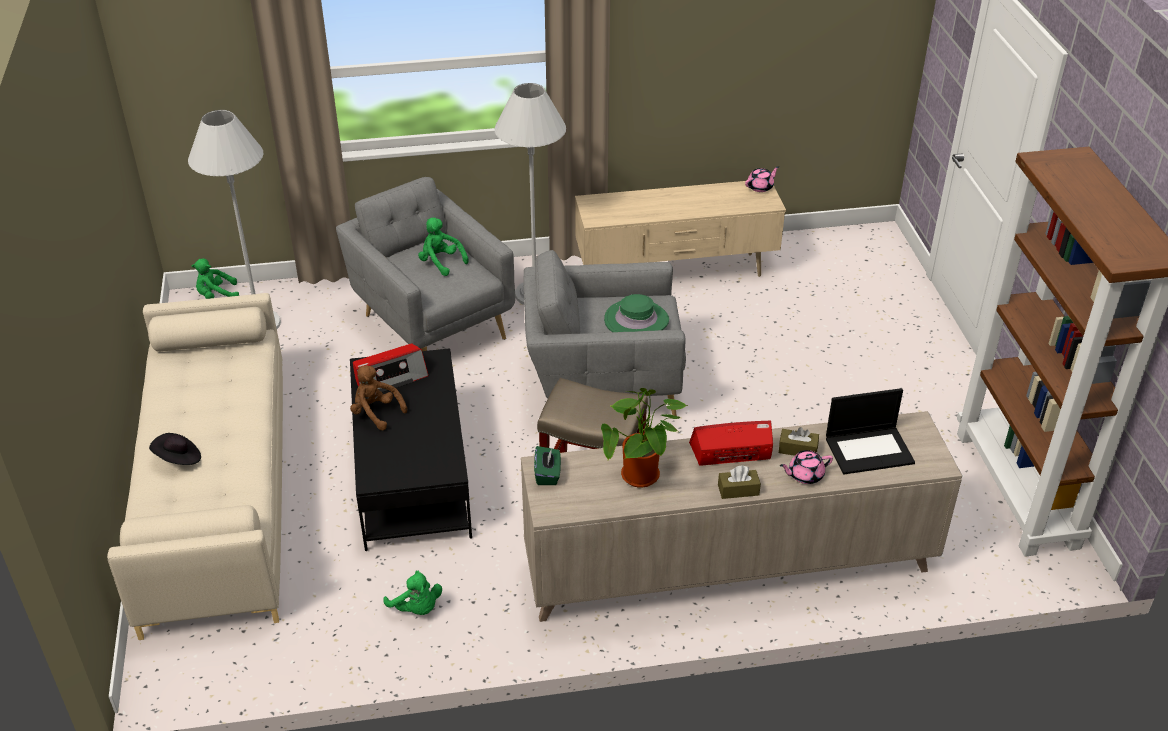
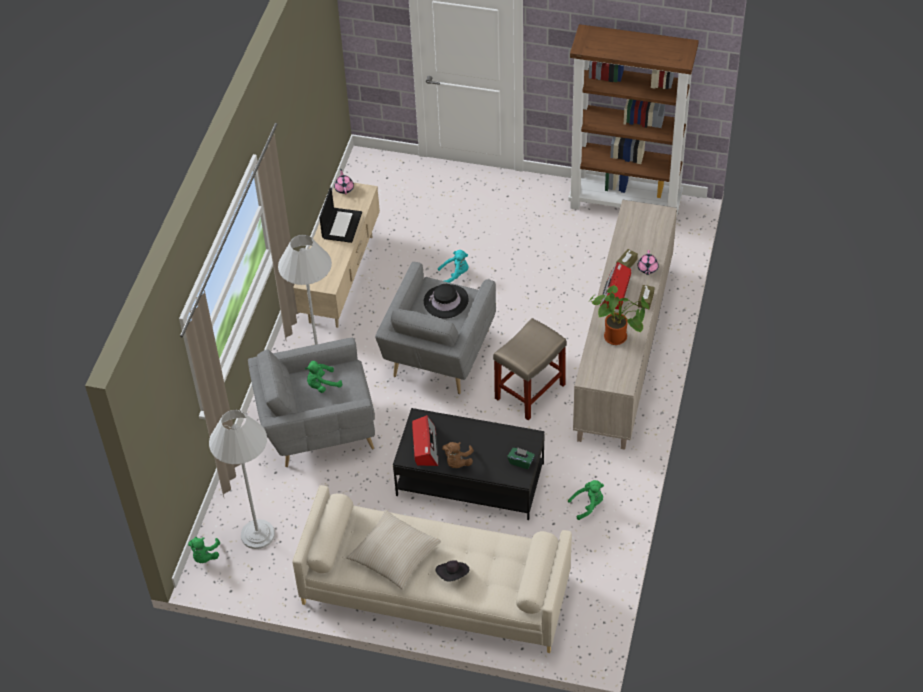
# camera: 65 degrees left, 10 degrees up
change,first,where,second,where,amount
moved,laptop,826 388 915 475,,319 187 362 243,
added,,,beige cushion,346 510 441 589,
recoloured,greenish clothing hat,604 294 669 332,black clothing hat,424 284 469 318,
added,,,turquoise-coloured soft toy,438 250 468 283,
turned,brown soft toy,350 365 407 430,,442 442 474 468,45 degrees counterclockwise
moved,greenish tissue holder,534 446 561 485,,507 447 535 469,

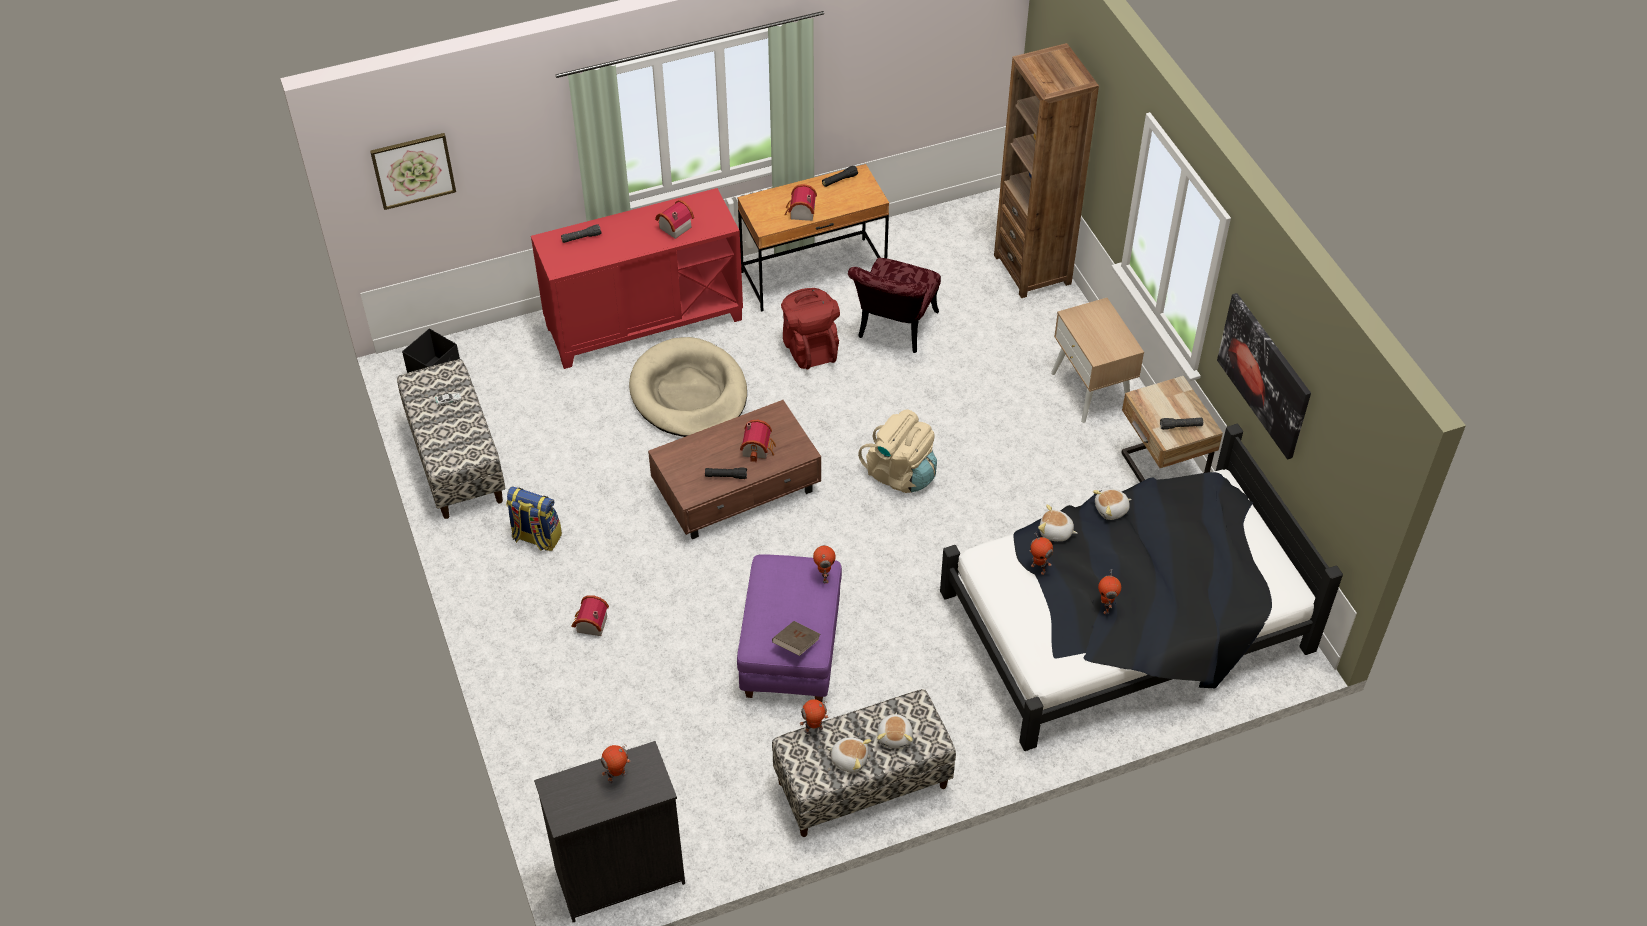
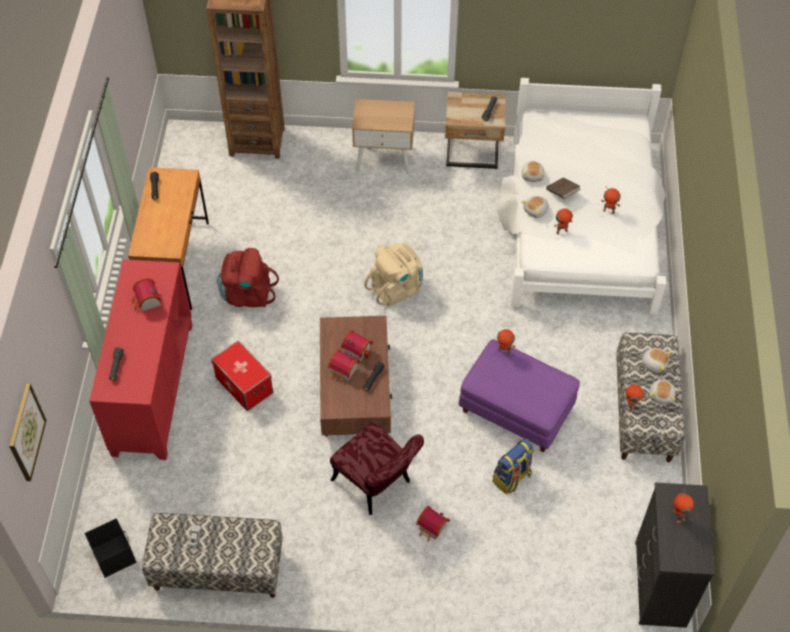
# camera: 65 degrees left, 5 degrees up
change,first,where,second,where,amount
replaced,beige dog cushion,629 337 747 437,storage box,211 341 273 411,
moved,miniature house,785 184 817 221,,328 350 360 384,
moved,red upright chair,848 258 941 353,,330 422 424 515,
moved,knapsack,506 486 562 551,,493 438 534 494,
recoloured,black bed,940 424 1343 751,whitish bed,497 78 666 314,
moved,brown book,772 621 820 656,,546 177 581 199,
turned,soft toy,827 737 871 773,,649 379 676 404,150 degrees clockwise
removed,wall picture,1217 293 1311 460,,,

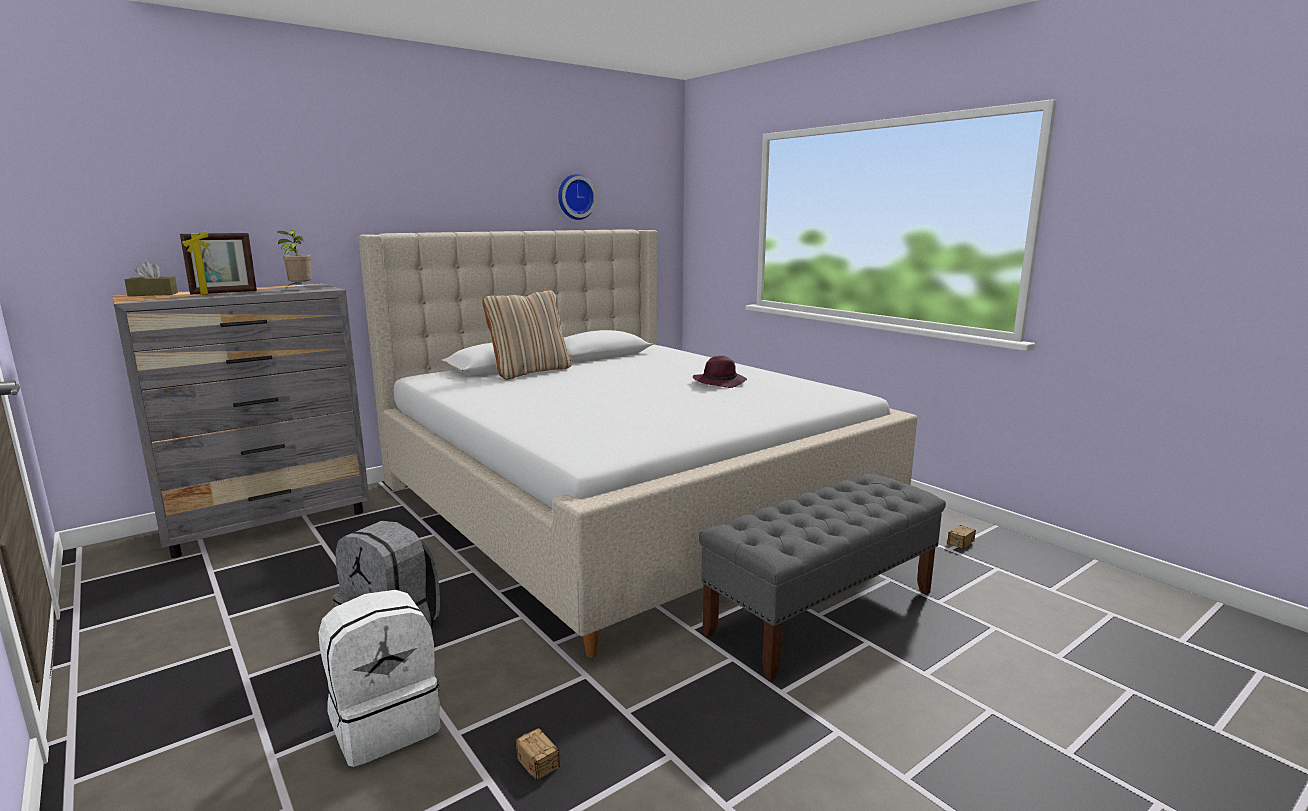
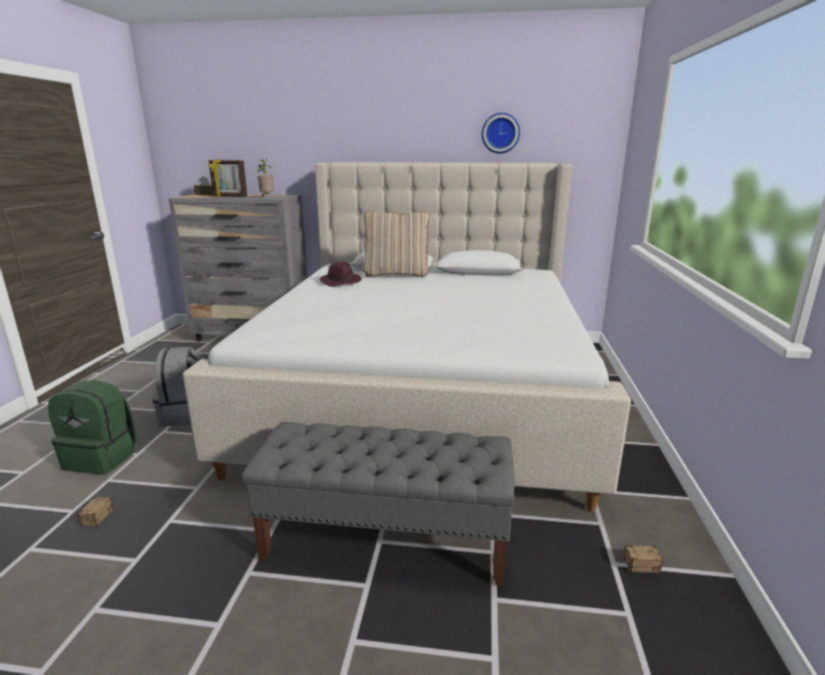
# camera: 45 degrees right, 5 degrees up
change,first,where,second,where,amount
recoloured,whitish knapsack,318 590 440 767,greenish knapsack,48 380 138 474,
moved,purple clothing hat,693 356 747 388,,320 262 362 287,

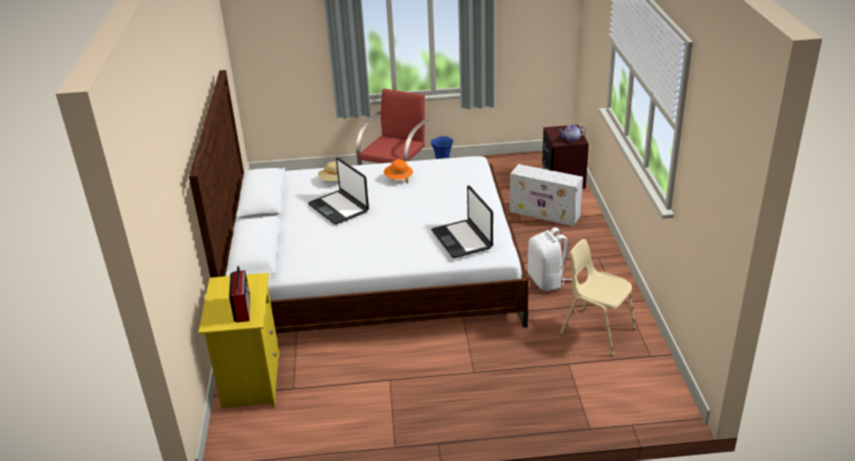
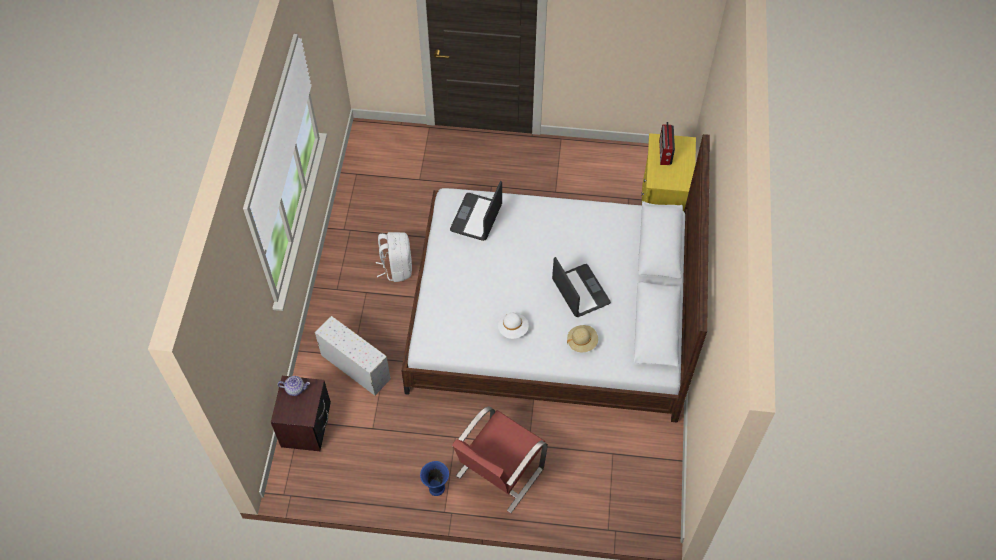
# camera: 170 degrees left, 25 degrees up
change,first,where,second,where,amount
turned,laptop,432 186 493 258,,450 181 502 241,150 degrees counterclockwise
recoloured,orange-coloured clothing hat,384 159 413 184,whitish clothing hat,498 313 529 339,
removed,beige upright chair,560 239 636 356,,,

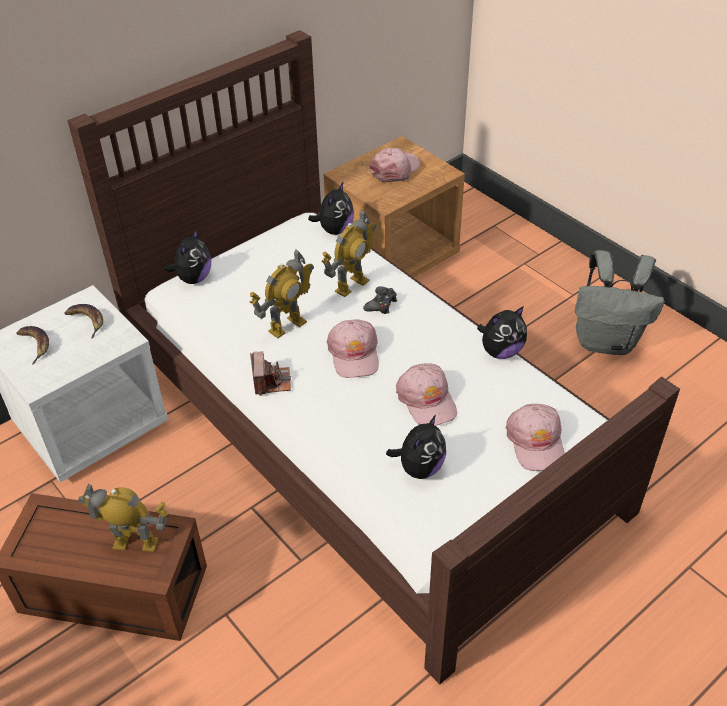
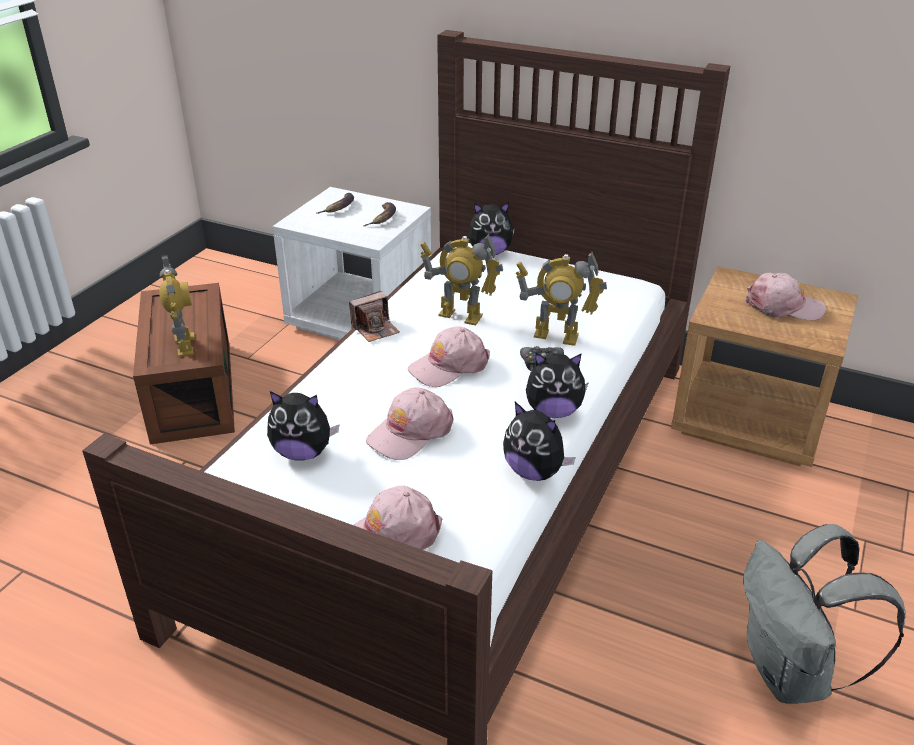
# camera: 65 degrees right, 10 degrees down
change,first,where,second,where,amount
moved,soft toy,308 181 354 235,,526 353 589 418,

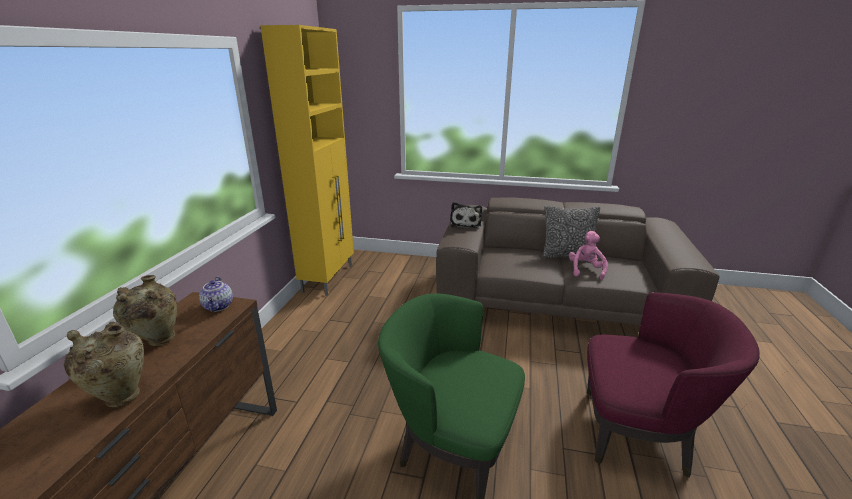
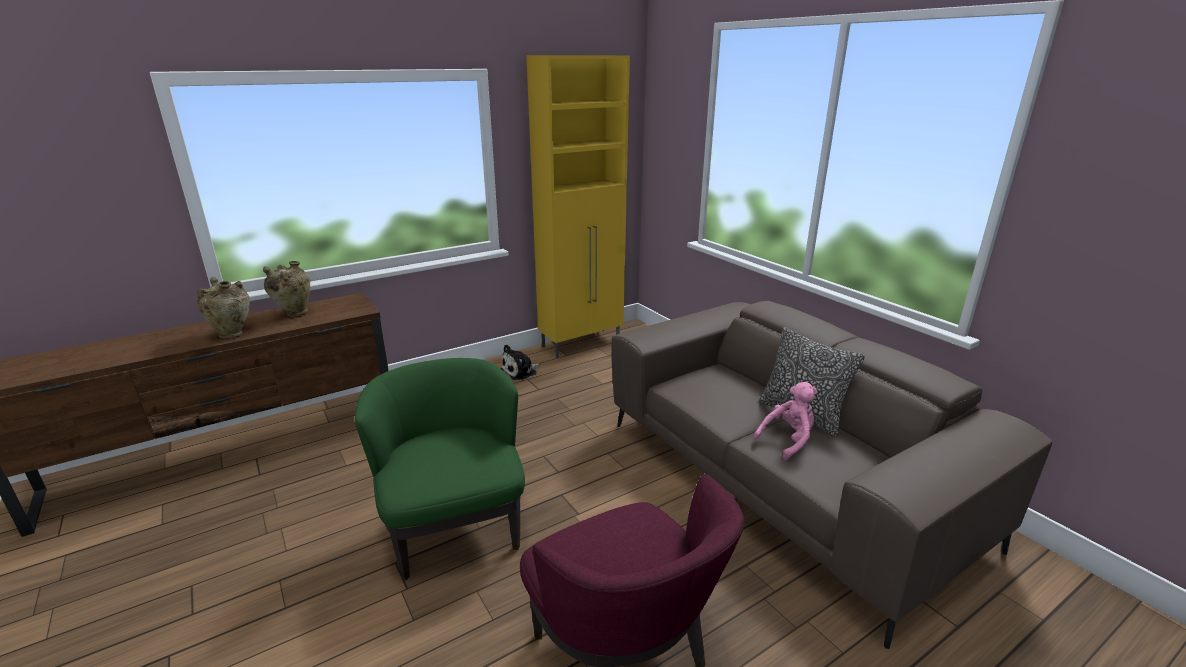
# camera: 45 degrees right, 0 degrees up
change,first,where,second,where,amount
moved,soft toy,450 202 482 228,,501 344 540 380,
removed,pot for tea,199 276 233 312,,,

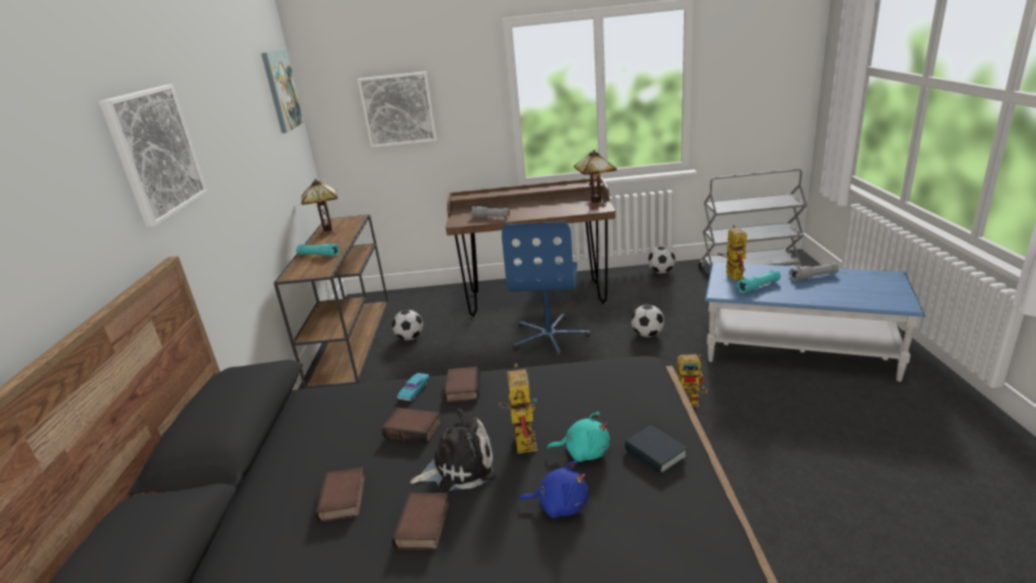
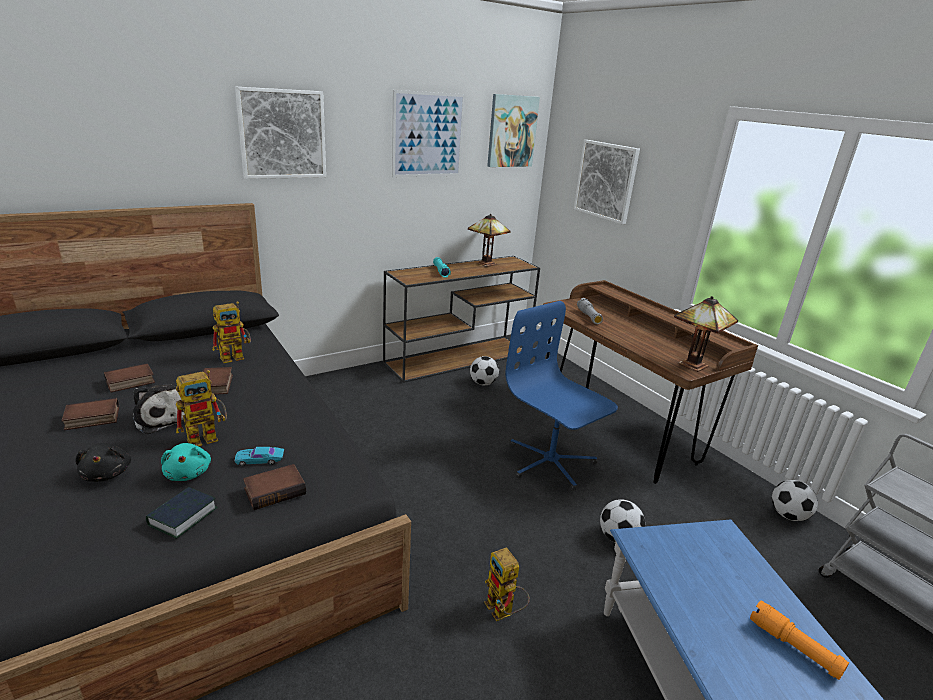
# camera: 55 degrees right, 0 degrees up
change,first,where,second,where,amount
recoloured,bluish soft toy,519 461 589 518,black soft toy,75 443 131 482,
moved,model robot,717 225 747 281,,212 301 251 363,
moved,turquoise-coloured model car,397 373 429 401,,235 447 284 466,
moved,book,445 366 480 403,,243 464 306 510,
added,,,wall picture,392 90 465 177,
turned,bluish computer chair,502 222 590 357,,505 301 618 491,75 degrees clockwise
recoloured,gray torch,789 263 839 281,orange-coloured torch,750 601 849 680,
removed,turquoise-coloured torch,736 270 781 293,,,

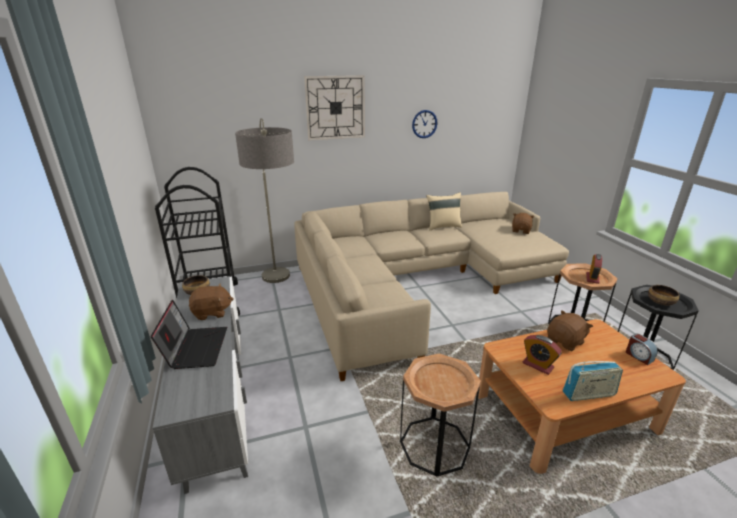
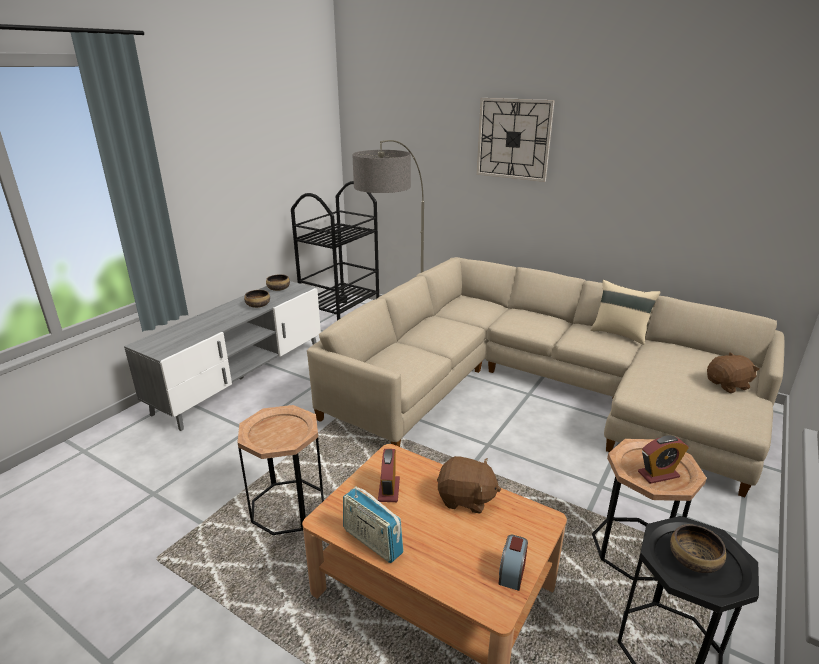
# camera: 50 degrees right, 0 degrees up
change,first,where,second,where,amount
replaced,brown soft toy,189 283 234 320,serving bowl,244 290 270 308,
removed,laptop,151 300 227 369,,,
removed,hanging clock,412 110 437 138,,,

